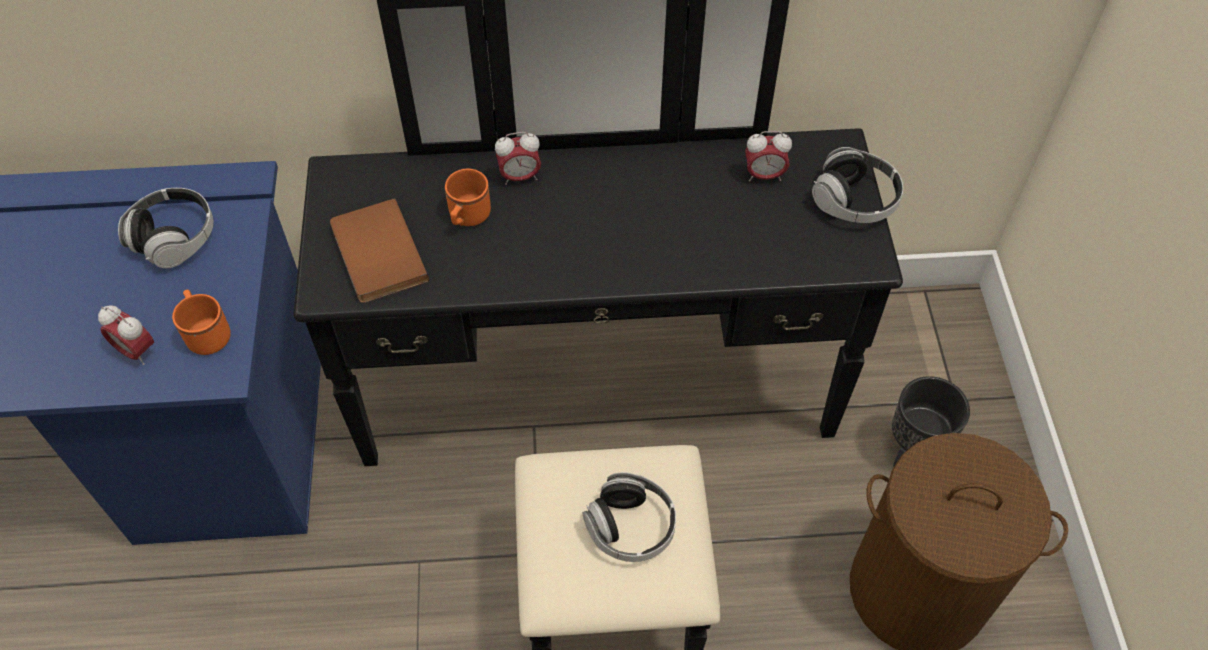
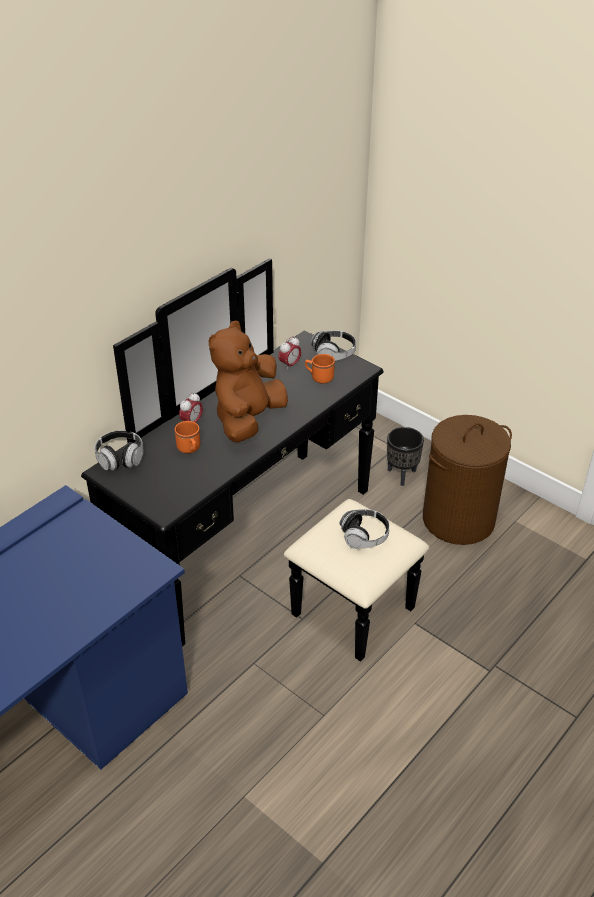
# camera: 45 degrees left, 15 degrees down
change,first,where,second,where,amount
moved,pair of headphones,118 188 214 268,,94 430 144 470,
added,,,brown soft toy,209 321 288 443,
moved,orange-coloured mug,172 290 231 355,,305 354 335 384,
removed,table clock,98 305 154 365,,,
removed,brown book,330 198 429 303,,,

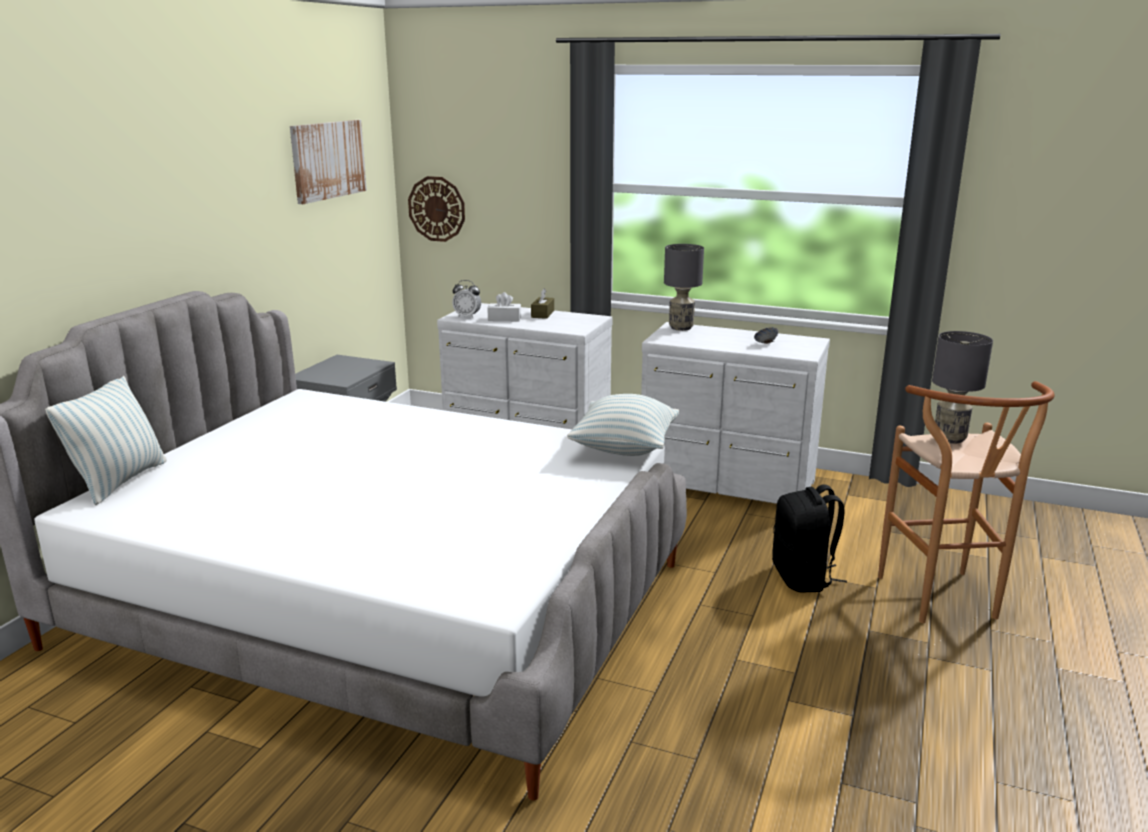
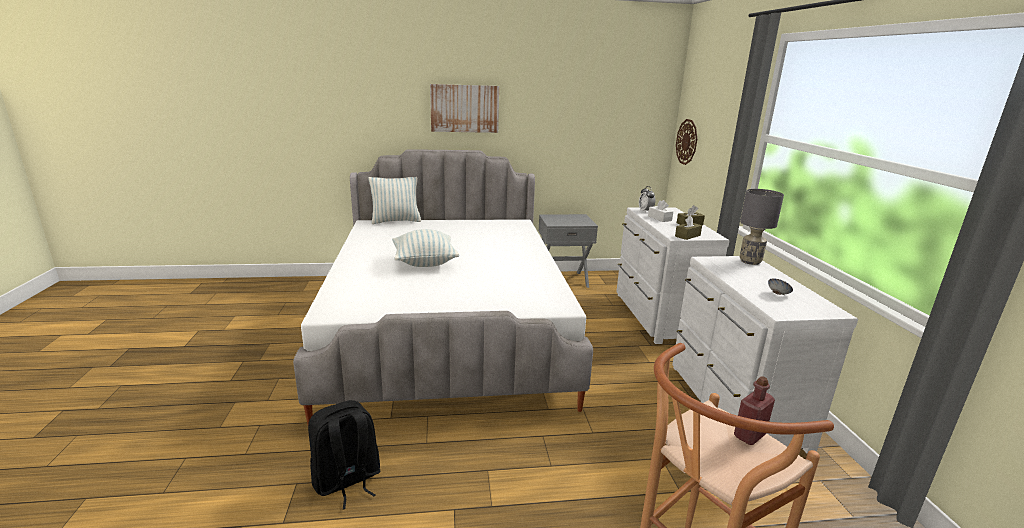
# camera: 60 degrees right, 0 degrees up
change,first,where,second,where,amount
moved,black knapsack,772 485 847 592,,308 400 380 509,
moved,cushion,567 394 679 456,,392 229 459 267,
moved,wall picture,290 120 367 204,,430 84 499 133,
added,,,brown tissue holder,675 215 702 240,
replaced,gray lamp for a table,932 331 993 444,red bottle,734 376 775 445,

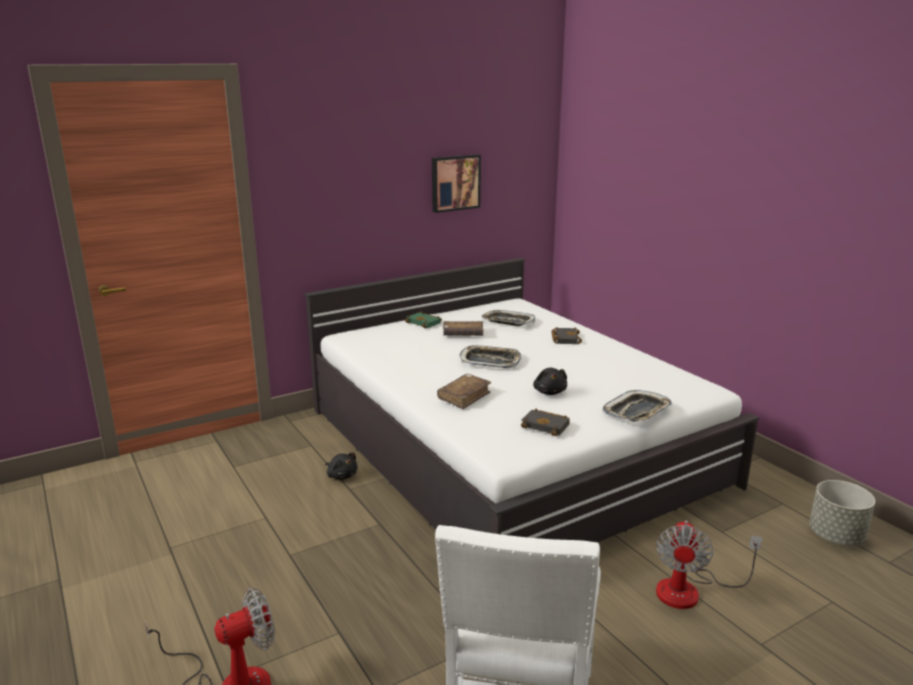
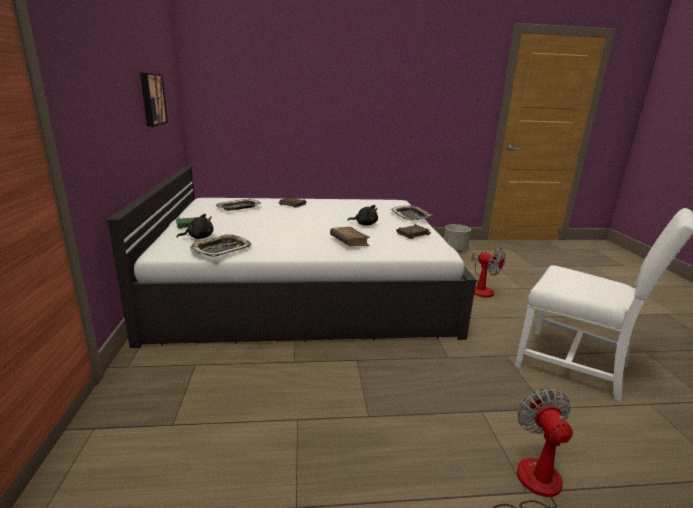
# camera: 65 degrees left, 0 degrees up
change,first,where,second,where,amount
moved,black soft toy,325 452 358 480,,176 214 214 239,
moved,carrying tray,459 345 522 368,,190 234 251 256,
removed,brown book,443 321 484 336,,,

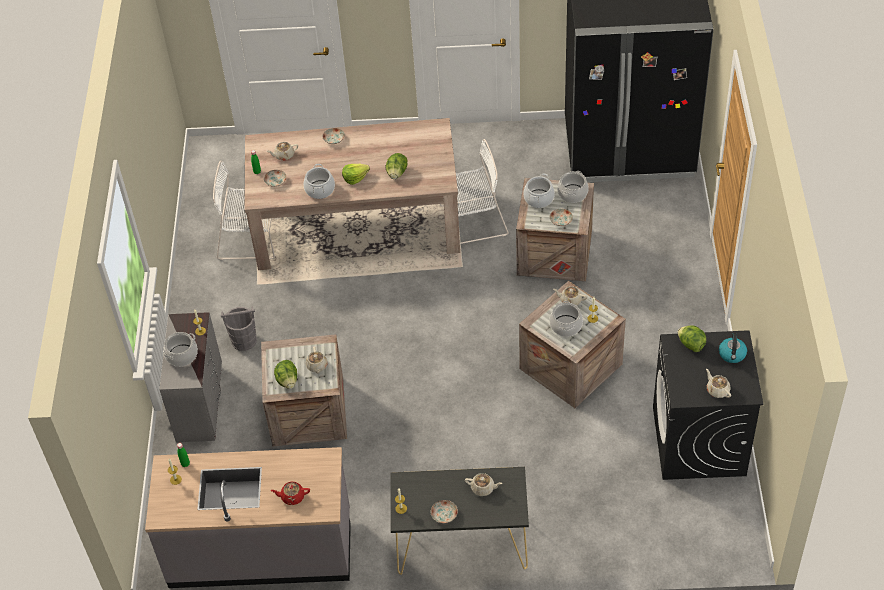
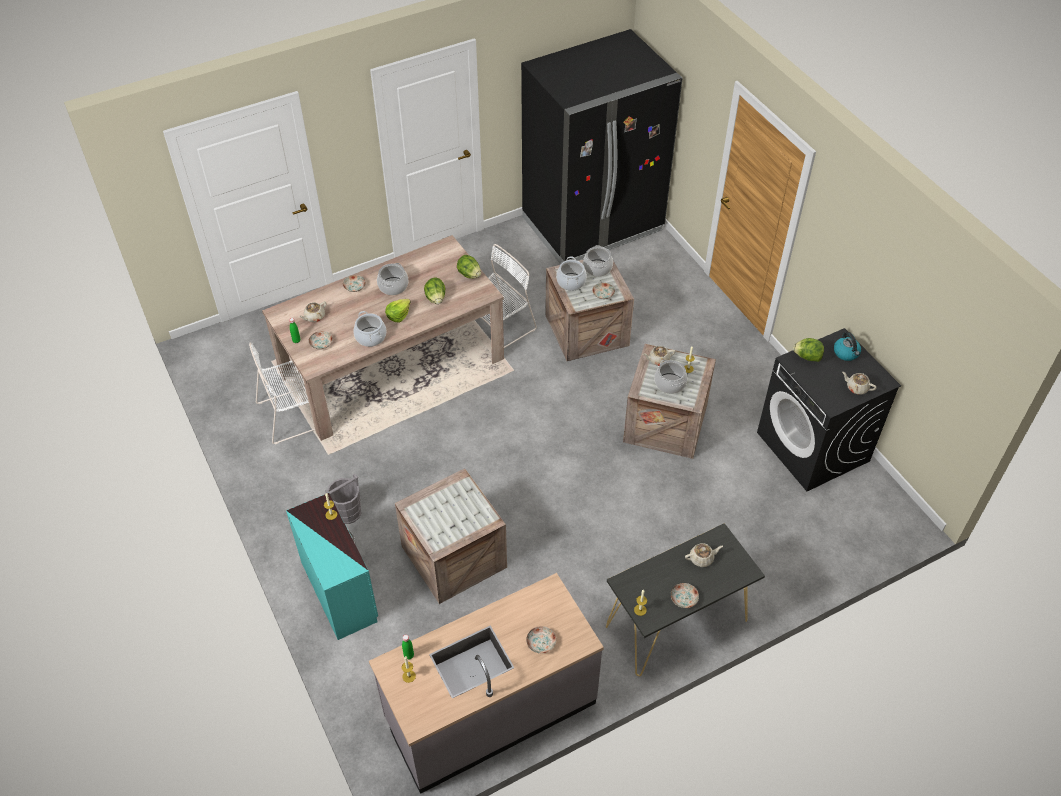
# camera: 30 degrees left, 0 degrees up
change,first,where,second,where,amount
recoloured,gray chest of drawers,159 312 222 442,turquoise-coloured chest of drawers,286 493 378 640,
moved,cooking pot,163 332 198 367,,377 263 408 295,
moved,lettuce head,274 360 297 389,,457 255 481 279,
replaced,red pot for tea,270 482 310 505,plate,526 626 556 654,
removed,beige pot for tea,306 346 328 373,,,

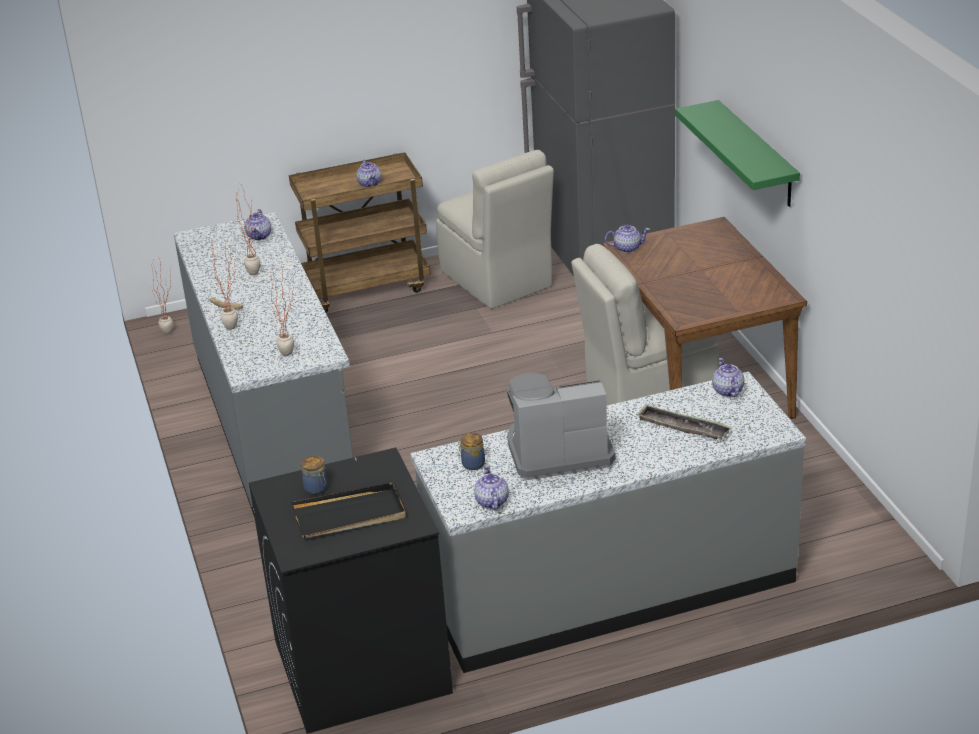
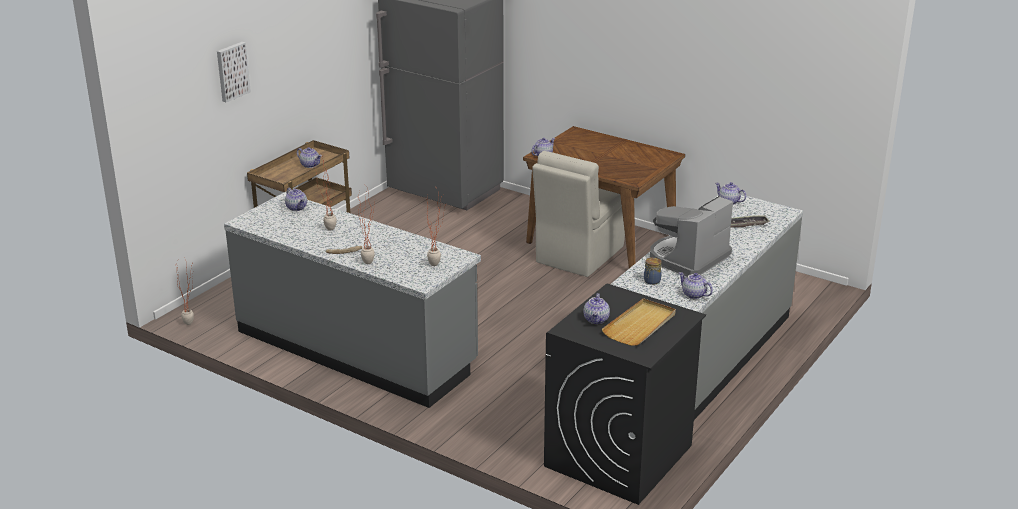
# camera: 40 degrees left, 5 degrees down
change,first,where,second,where,amount
added,,,wall picture,217 42 251 102,
replaced,storage jar,301 456 328 495,pot for tea,583 293 610 324,
recoloured,black carrying tray,292 483 406 538,beige carrying tray,602 298 676 346,
removed,beige upright chair,436 150 554 309,,,
removed,greenish shelf,675 100 800 207,,,

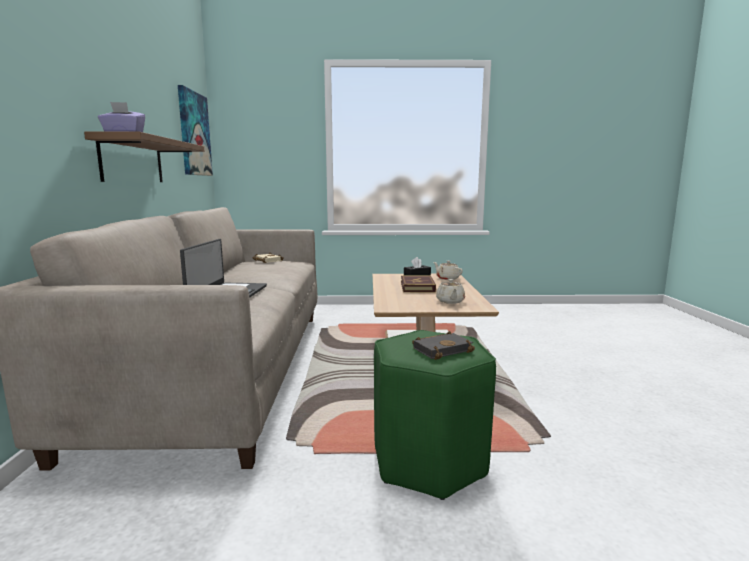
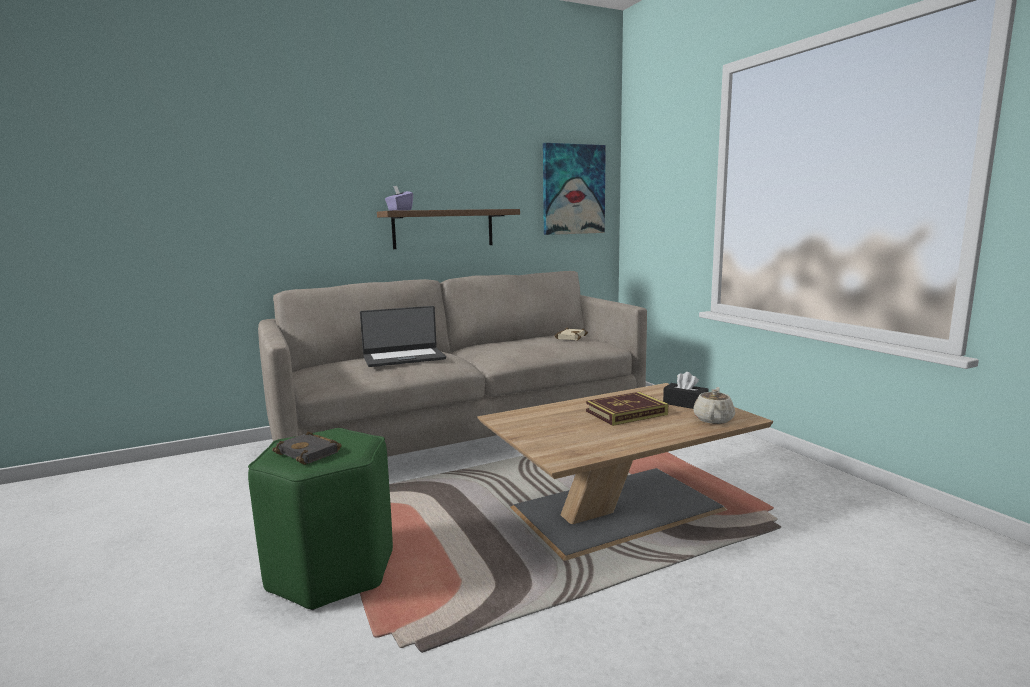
# camera: 65 degrees right, 0 degrees up
change,first,where,second,where,amount
removed,beige pot for tea,436 279 465 304,,,

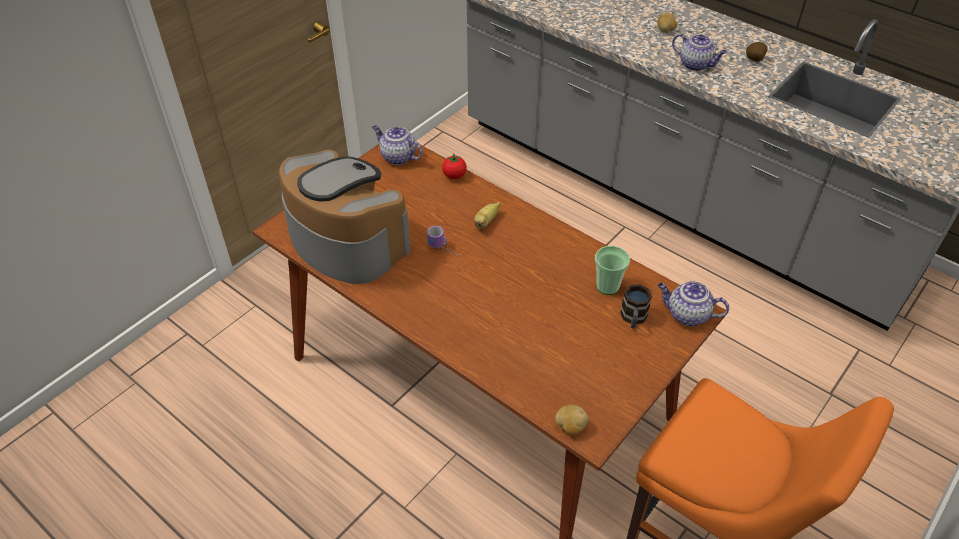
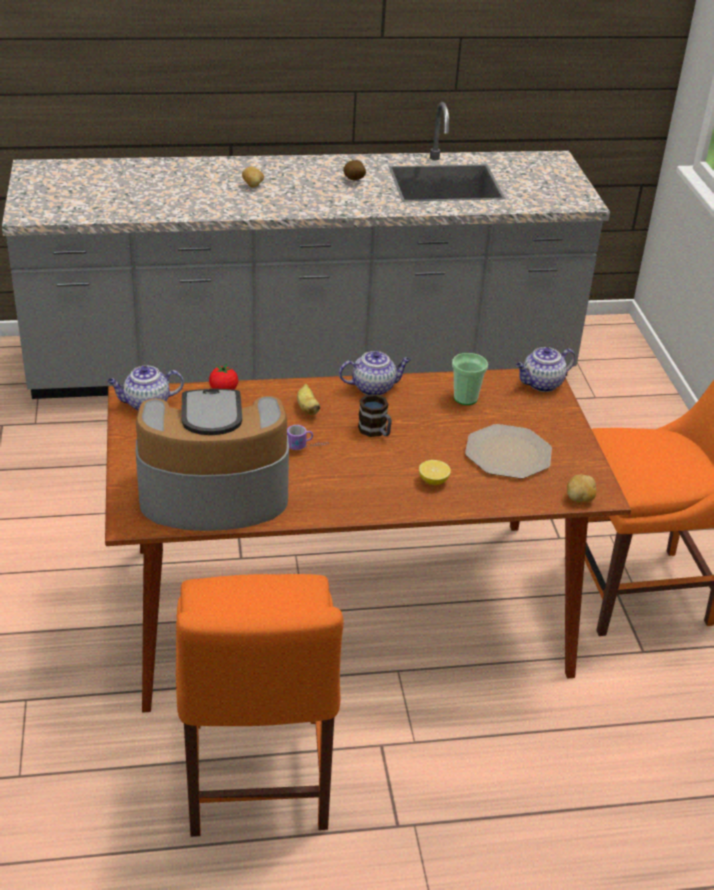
# camera: 50 degrees left, 10 degrees down
change,first,where,second,where,amount
added,,,orange-coloured upright chair,176 574 344 837,
moved,pot for tea,672 34 727 71,,339 351 411 395,
moved,mug,620 284 652 329,,358 394 392 437,
added,,,citrus fruit,419 460 451 485,
added,,,plate,465 424 552 479,

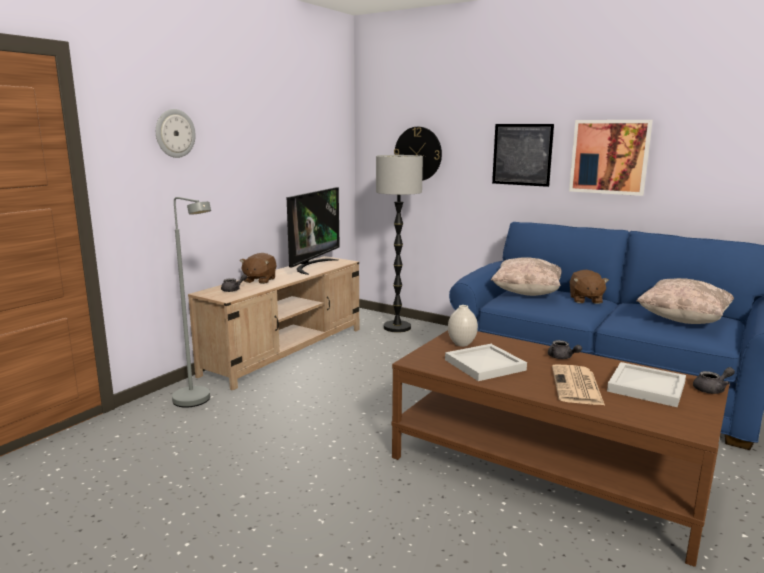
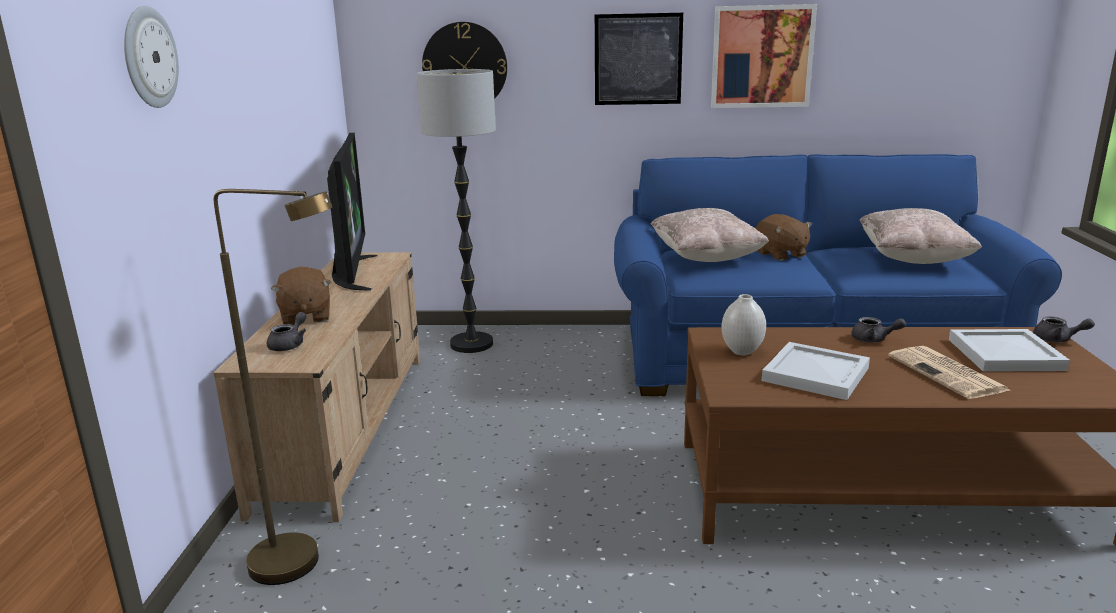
# camera: 30 degrees left, 5 degrees up
change,first,where,second,where,amount
recoloured,gray standard lamp,172 197 211 408,brown standard lamp,214 189 332 585,
turned,gray pot for tea,693 367 735 394,,1033 316 1095 342,75 degrees clockwise

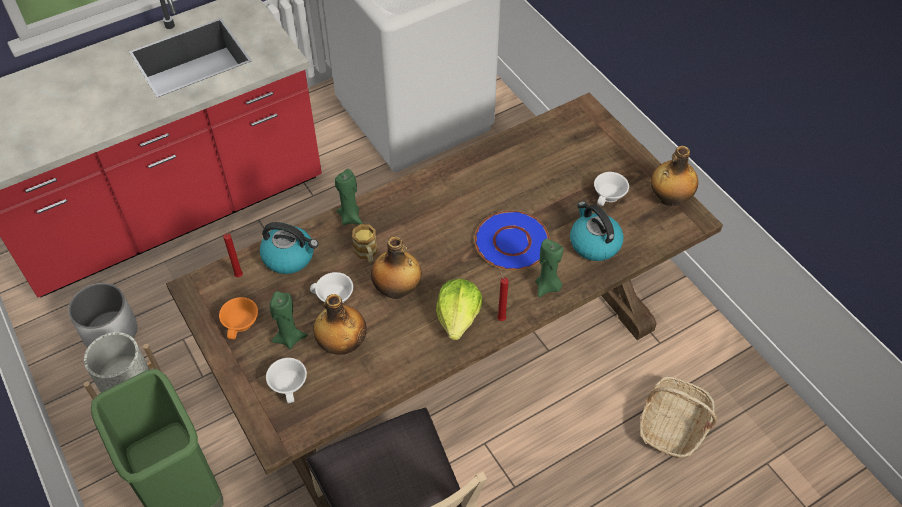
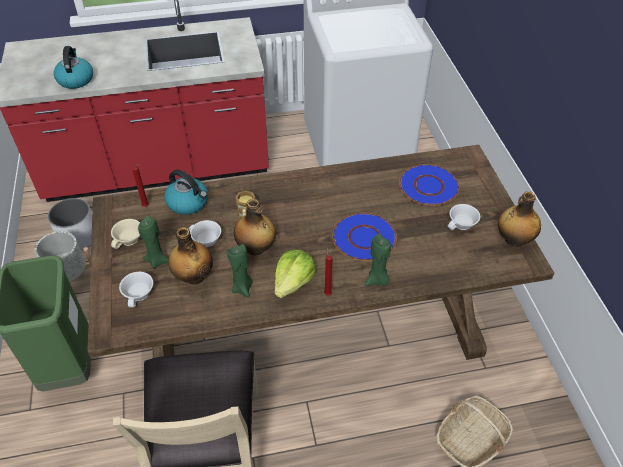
# camera: 20 degrees right, 5 degrees down
change,first,where,second,where,amount
moved,tea kettle,570 201 624 261,,54 46 93 89,
recoloured,orange-coloured cup,219 297 258 339,beige cup,111 219 140 249,
moved,greenish wax light,335 169 363 225,,227 244 253 298,
added,,,bluish plate,399 164 459 206,

